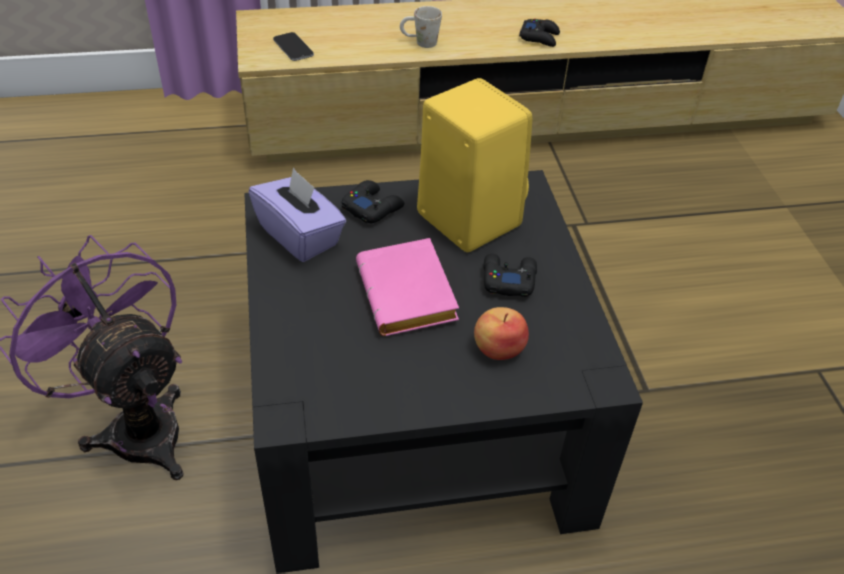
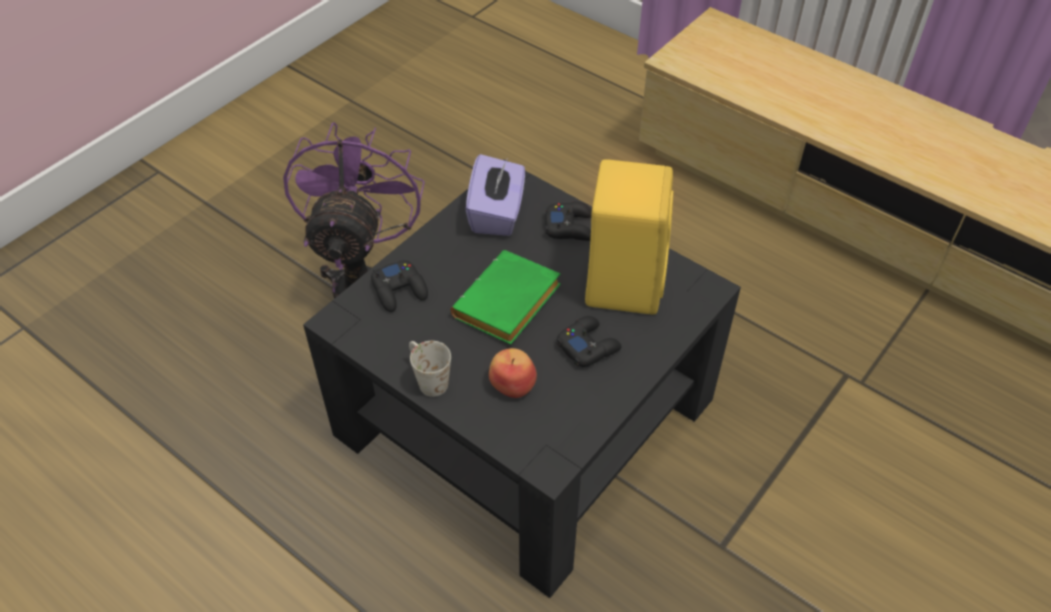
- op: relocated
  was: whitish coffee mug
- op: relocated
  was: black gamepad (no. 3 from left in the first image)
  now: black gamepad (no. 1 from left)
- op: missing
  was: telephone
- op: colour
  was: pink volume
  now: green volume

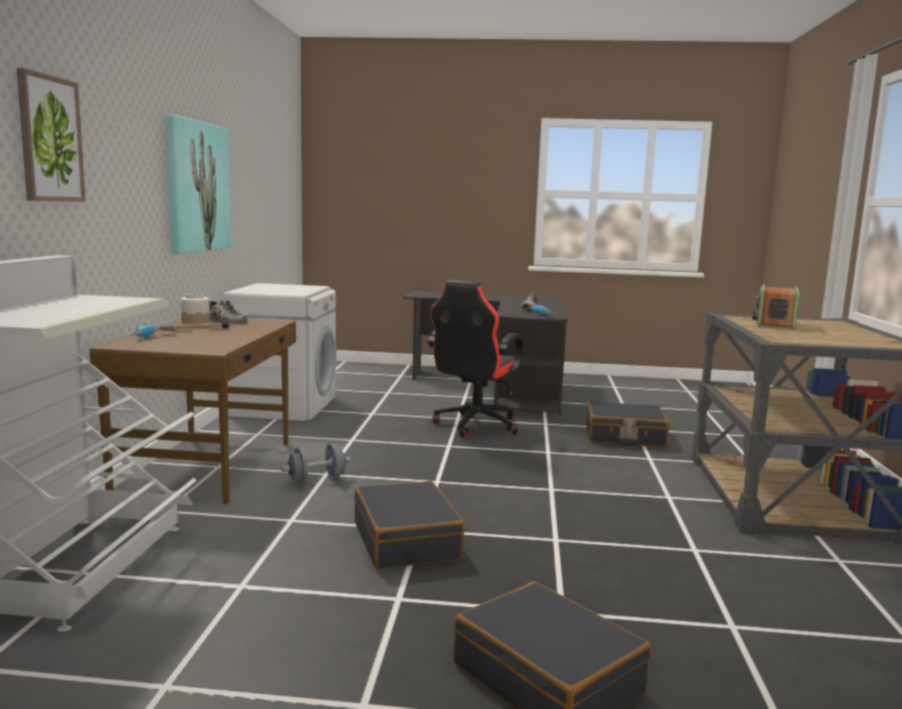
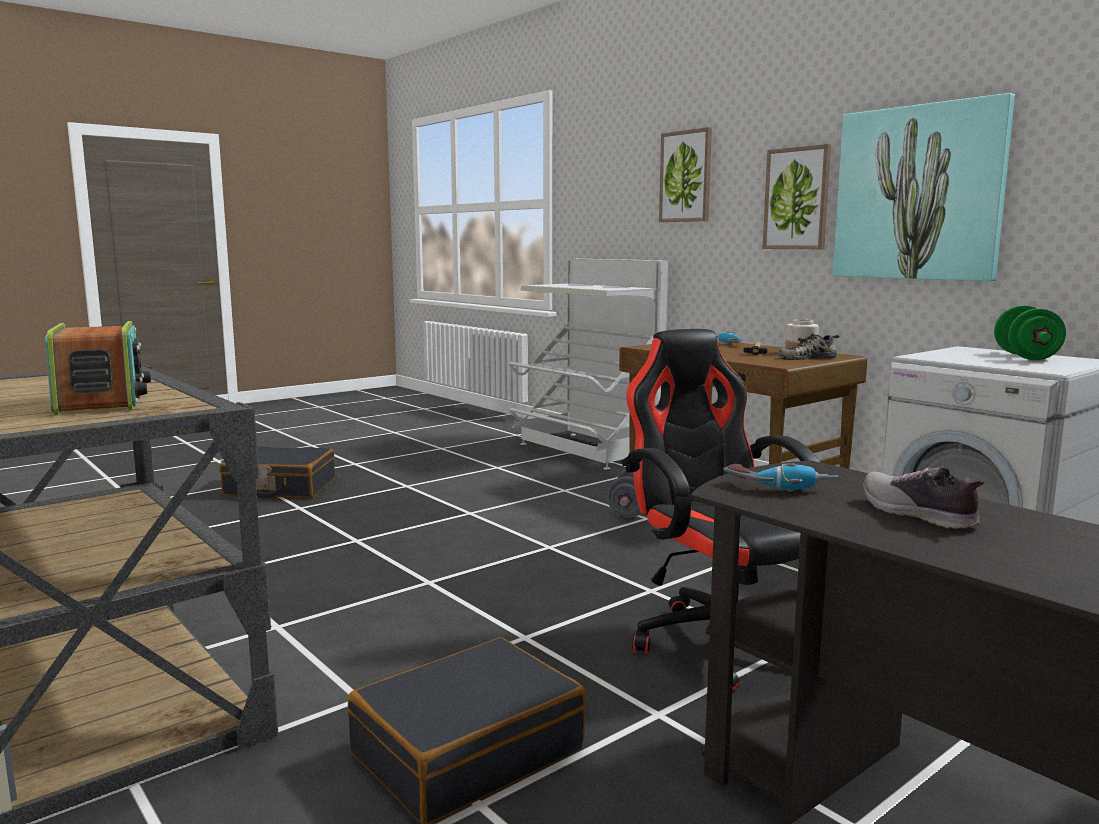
- op: missing
  was: black piece of luggage (no. 1 from left)
- op: appeared
  now: wall picture (no. 2 from left)
- op: appeared
  now: green hand weight

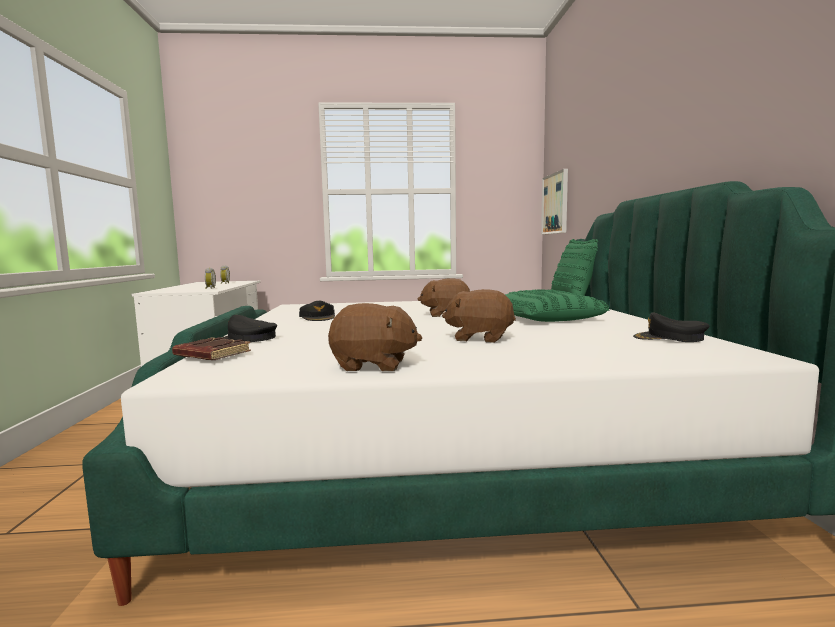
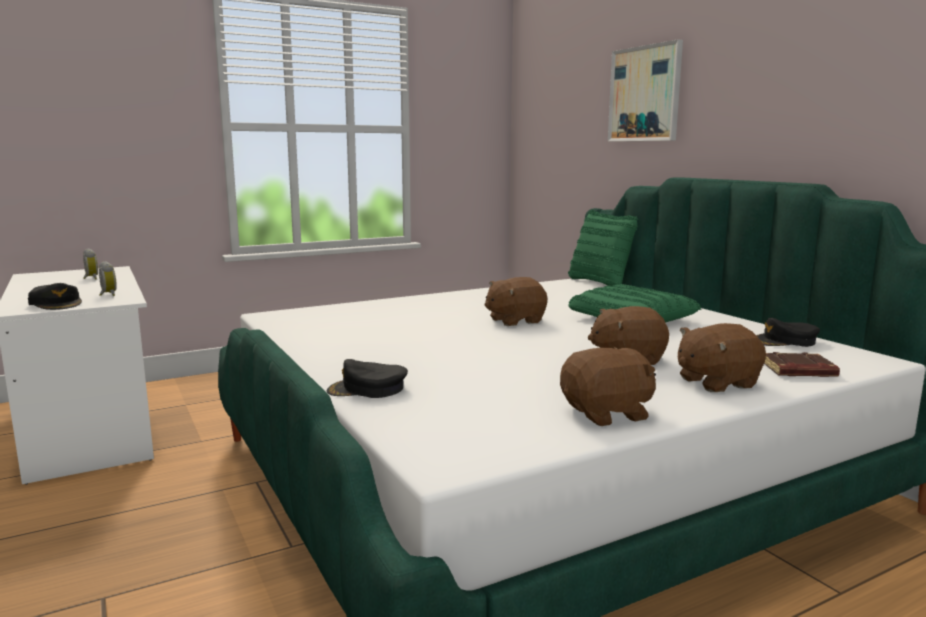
- op: relocated
  was: wall picture
- op: relocated
  was: black baseball cap (no. 2 from left in the first image)
  now: black baseball cap (no. 1 from left)
- op: relocated
  was: brownish volume
- op: appeared
  now: brownish soft toy (no. 4 from left)

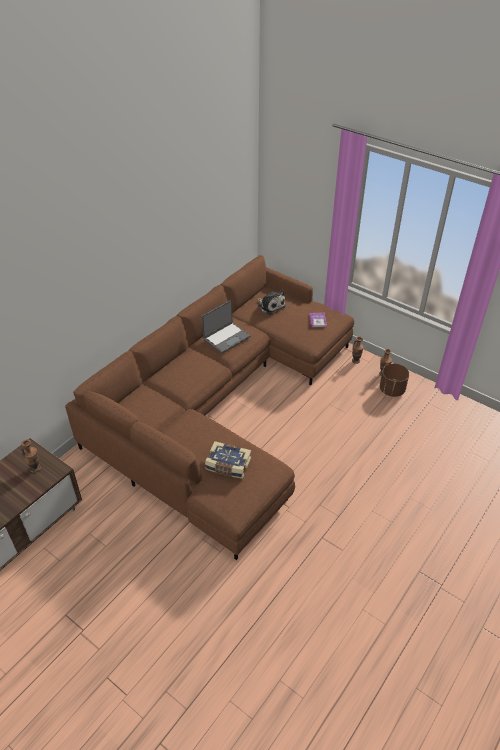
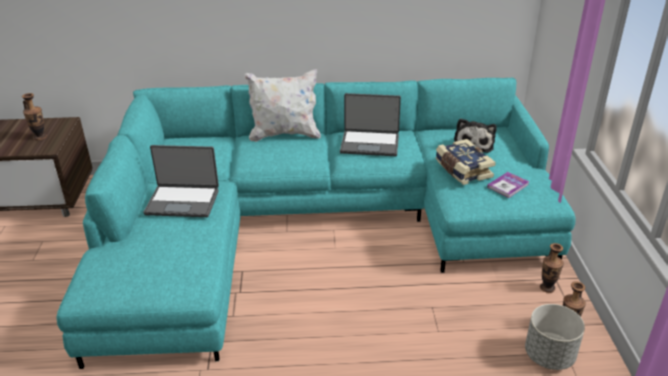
- op: colour
  was: brownish settee
  now: turquoise settee
- op: colour
  was: brownish flower pot
  now: gray flower pot
- op: relocated
  was: volume (no. 1 from left)
- op: appeared
  now: whitish pillow
- op: appeared
  now: notebook computer (no. 1 from left)

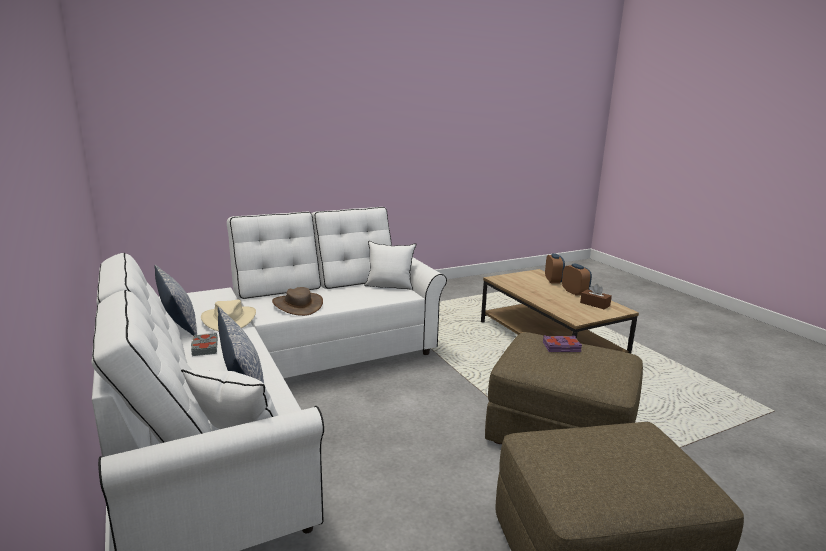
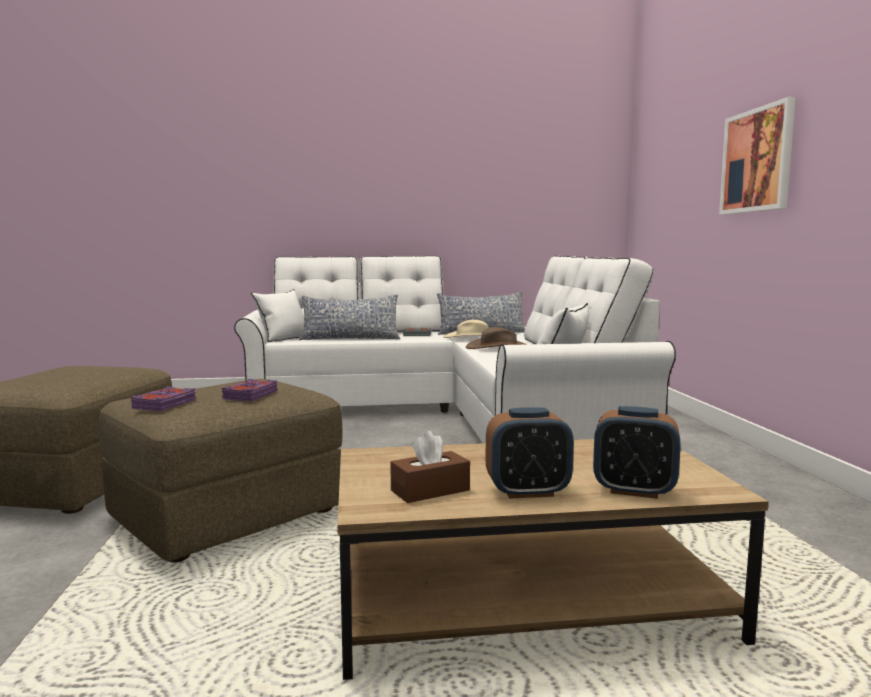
- op: appeared
  now: wall picture
- op: appeared
  now: purplish volume (no. 1 from left)

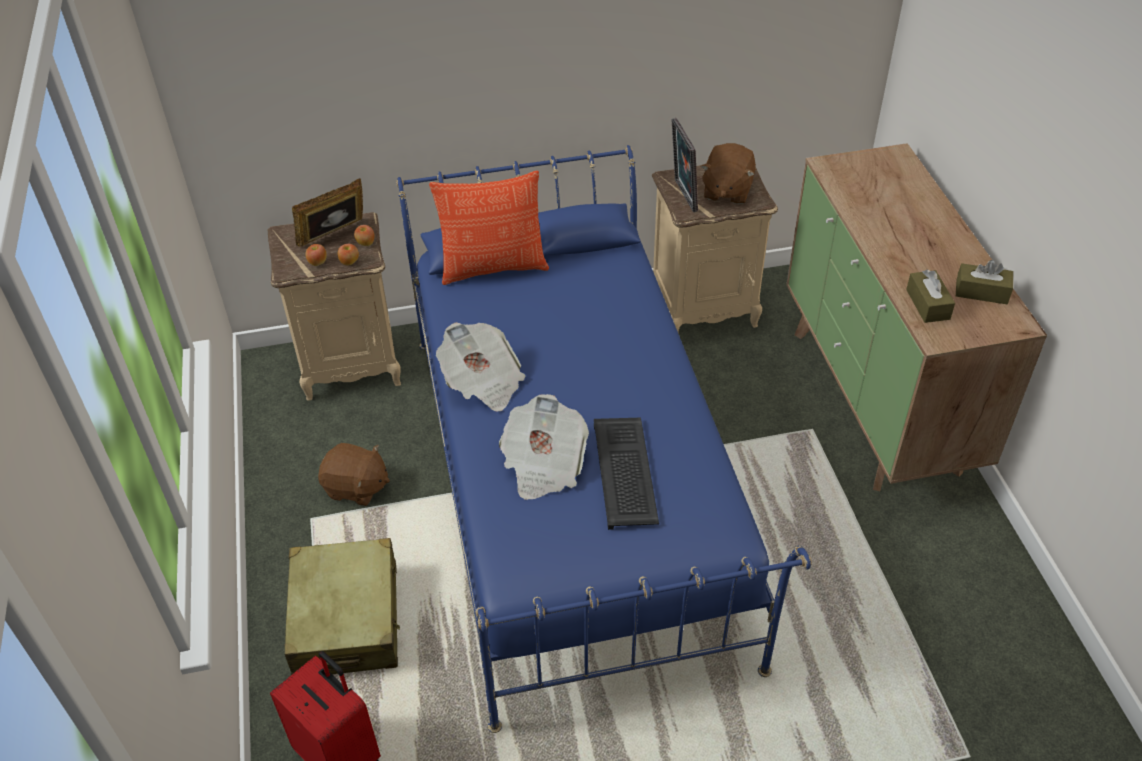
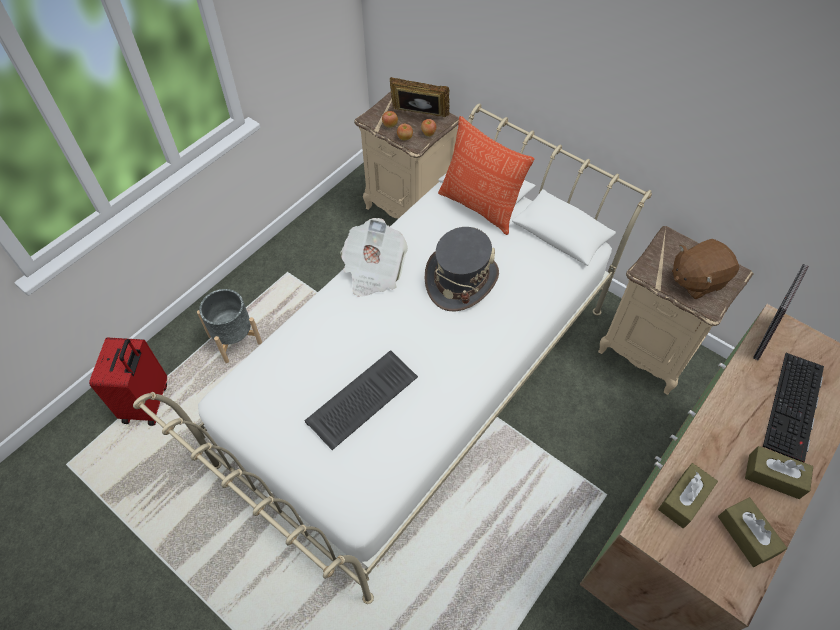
- op: relocated
  was: standing frame (no. 2 from left)
- op: colour
  was: blue-coloured bed
  now: whitish bed
- op: missing
  was: daily paper (no. 2 from left)
- op: missing
  was: brownish soft toy (no. 1 from left)
- op: exchanged
  was: sand-coloured piece of luggage
  now: gray flower pot
- op: appeared
  now: gray wearable hat
- op: appeared
  now: PC keyboard (no. 2 from left)
- op: appeared
  now: brownish tissue holder (no. 3 from left)

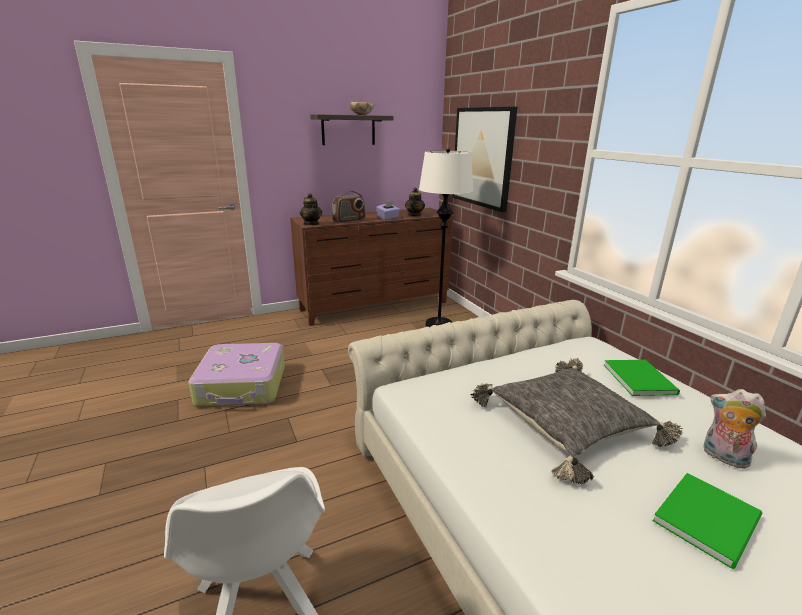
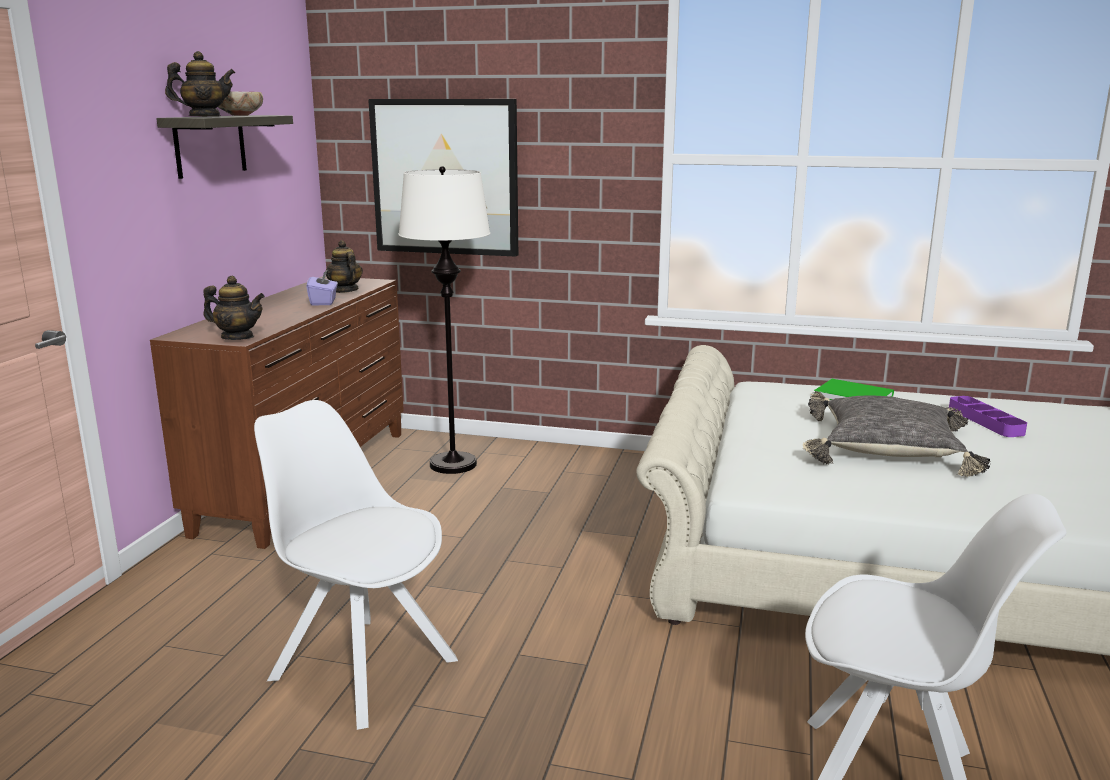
- op: missing
  was: radio
- op: exchanged
  was: piece of luggage
  now: whitish chair (no. 1 from left)
- op: exchanged
  was: soft toy
  now: purplish serving tray
- op: missing
  was: green volume (no. 2 from left)
- op: appeared
  now: pot for tea (no. 1 from left)

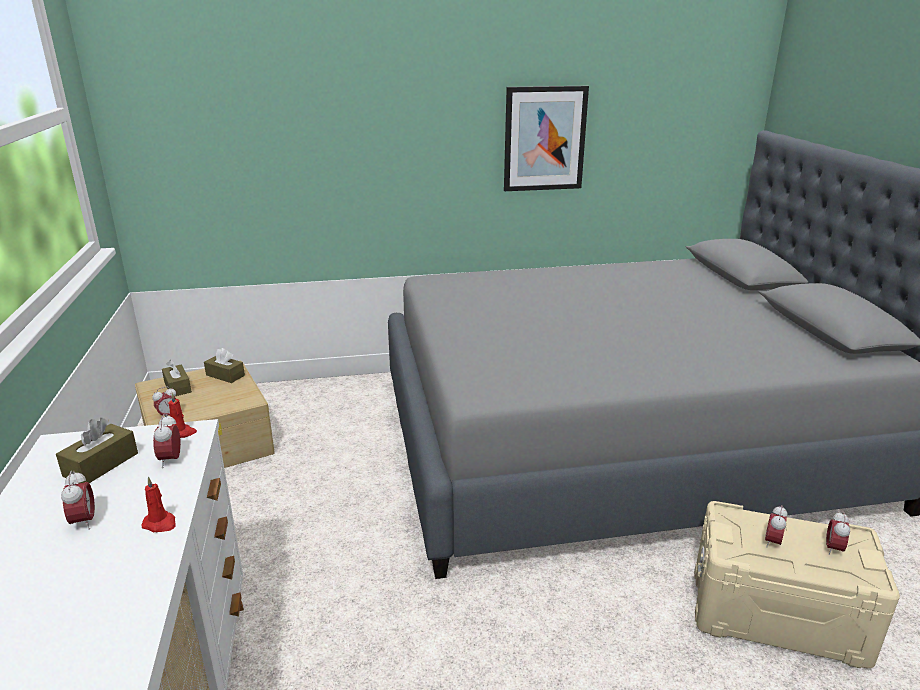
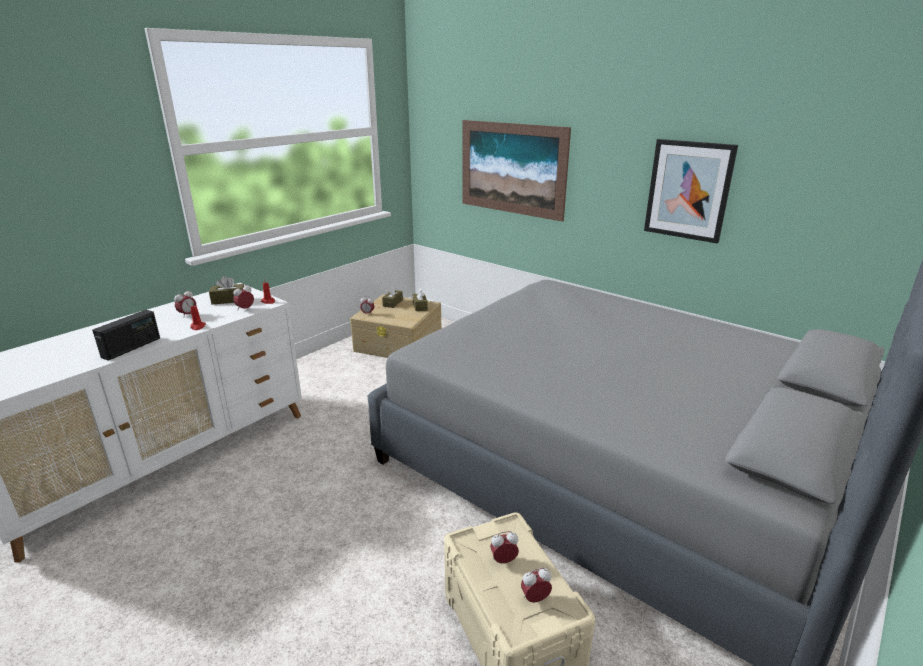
- op: appeared
  now: wall picture (no. 1 from left)
- op: appeared
  now: radio

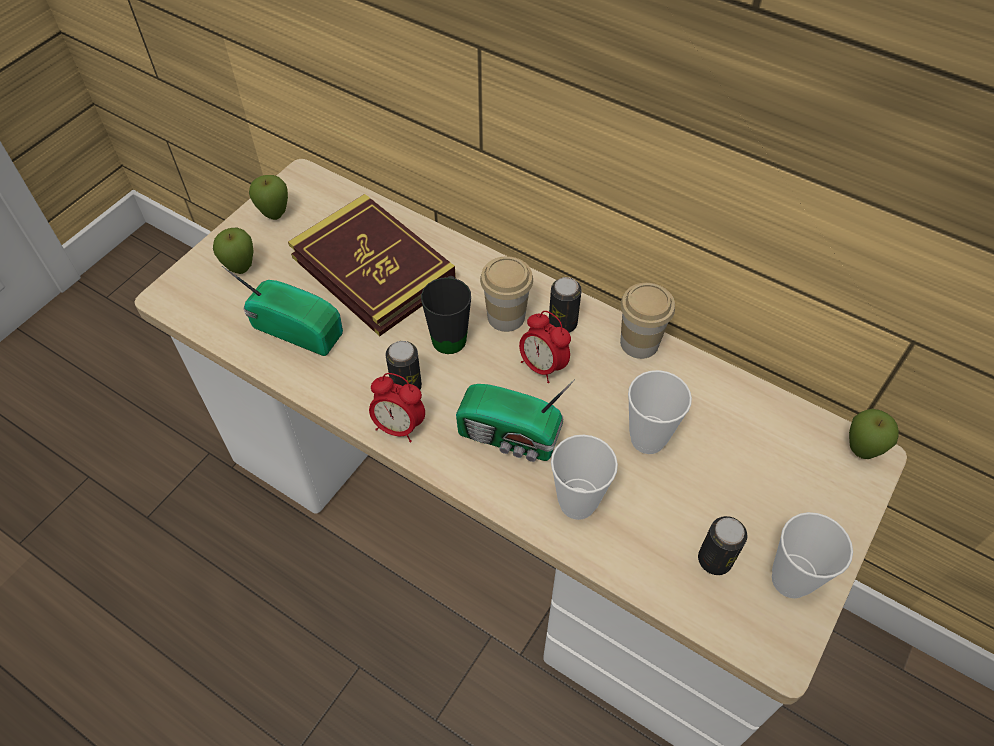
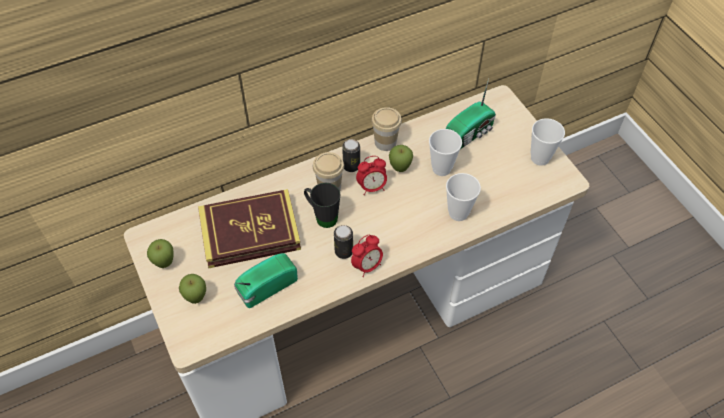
- op: relocated
  was: radio (no. 2 from left)
- op: relocated
  was: apple fruit (no. 3 from left)
- op: missing
  was: can (no. 3 from left)

